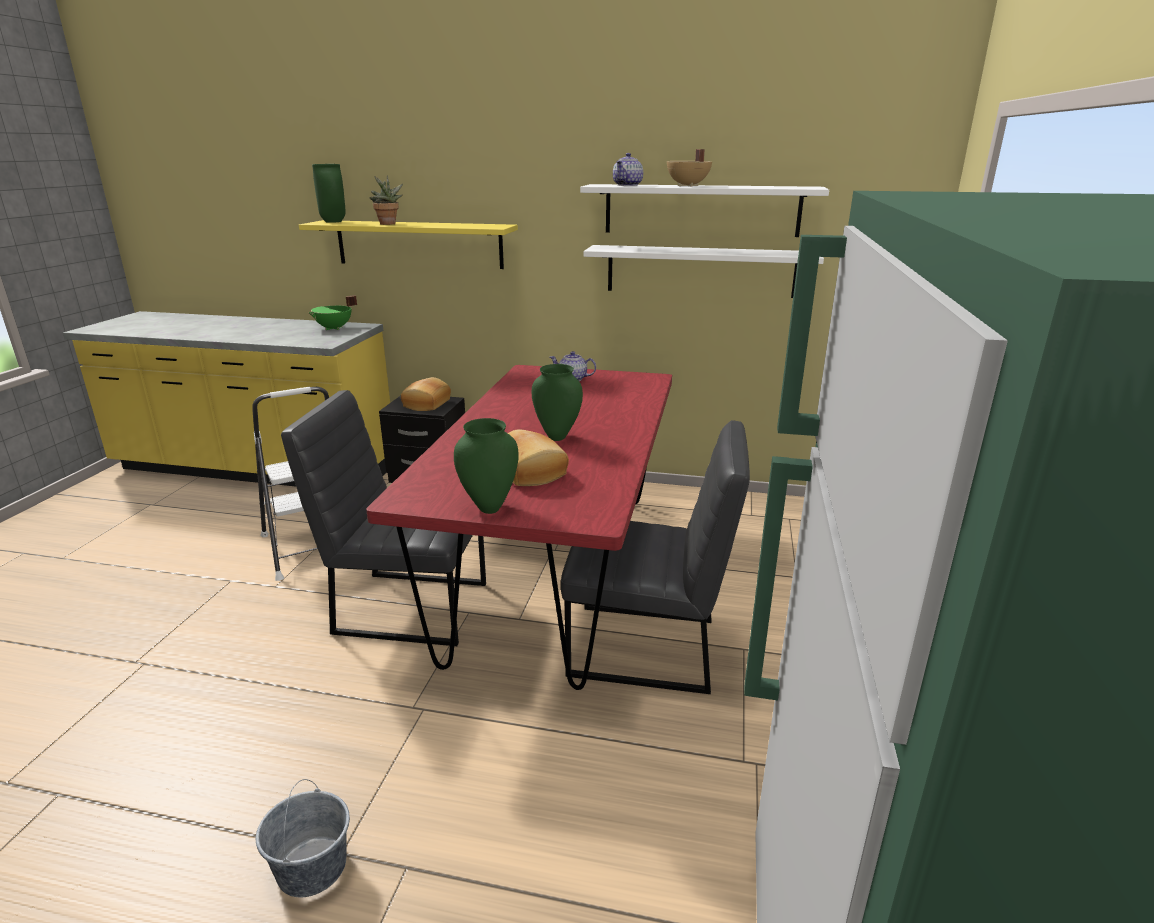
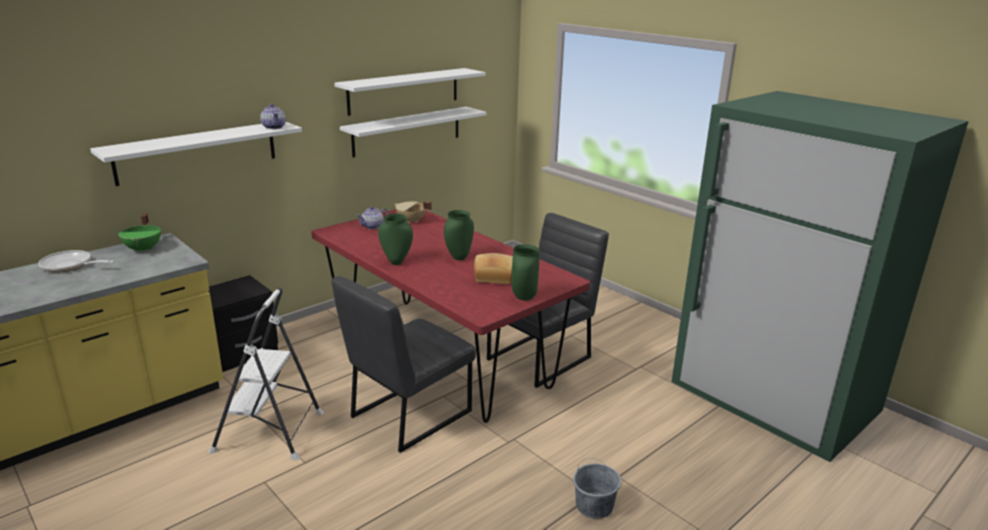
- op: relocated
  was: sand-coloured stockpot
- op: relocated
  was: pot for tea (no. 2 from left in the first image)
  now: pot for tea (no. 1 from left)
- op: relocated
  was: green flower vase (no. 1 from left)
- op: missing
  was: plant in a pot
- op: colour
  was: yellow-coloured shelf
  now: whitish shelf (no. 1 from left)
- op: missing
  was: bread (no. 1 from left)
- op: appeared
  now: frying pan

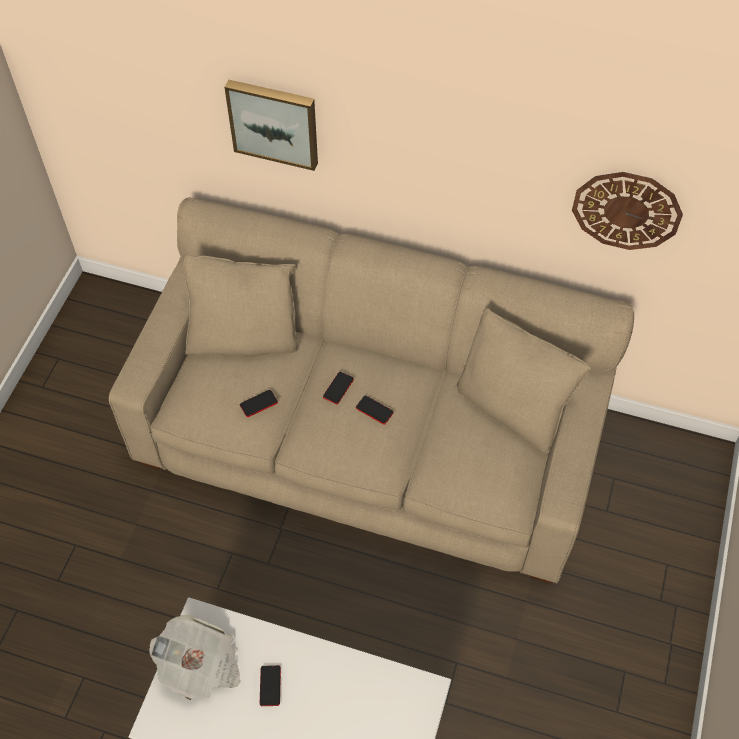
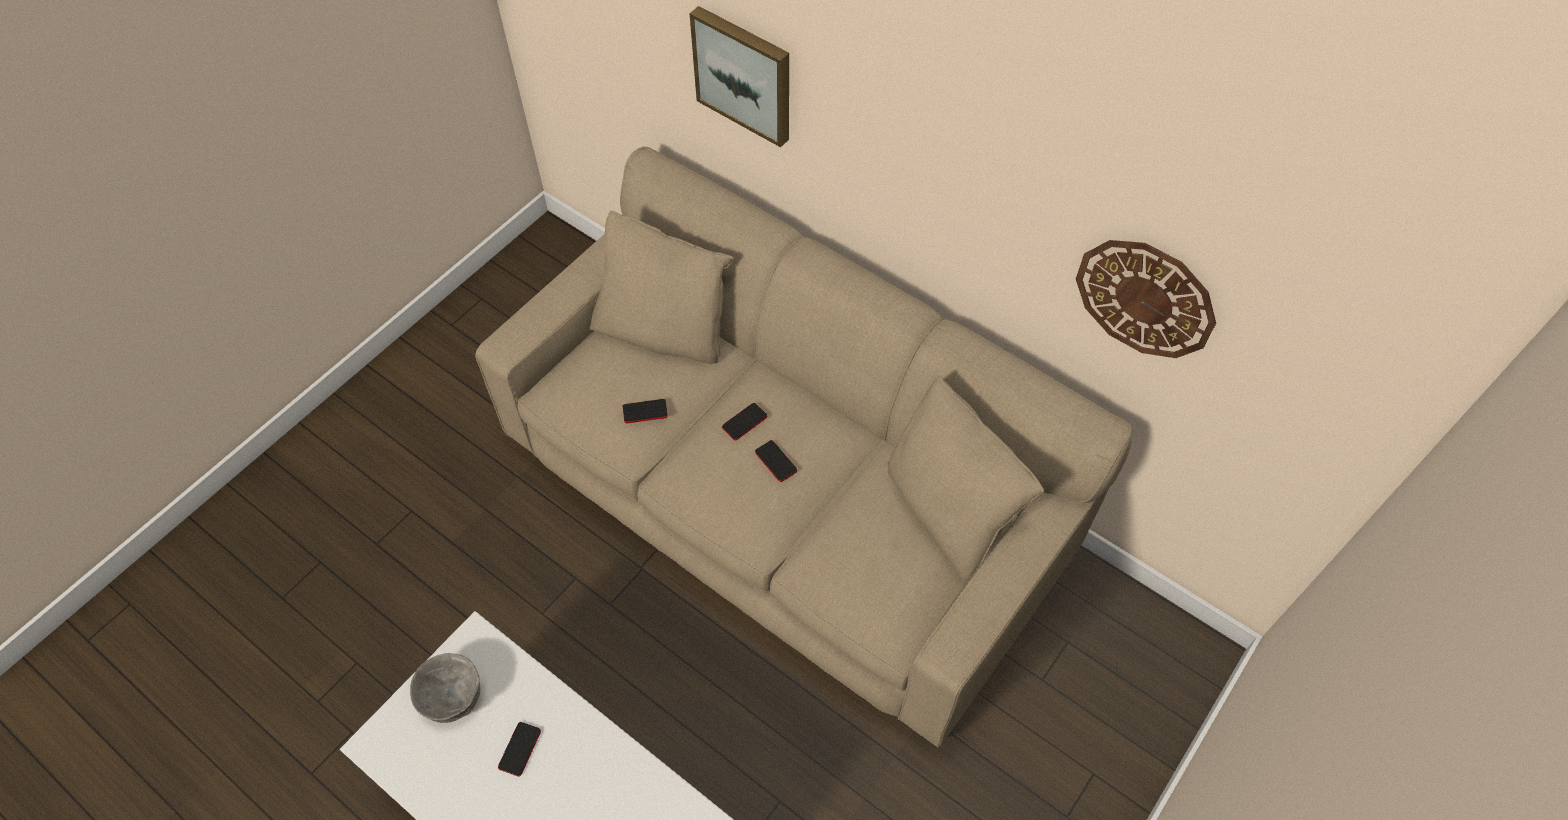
- op: exchanged
  was: daily paper
  now: gray deep dish

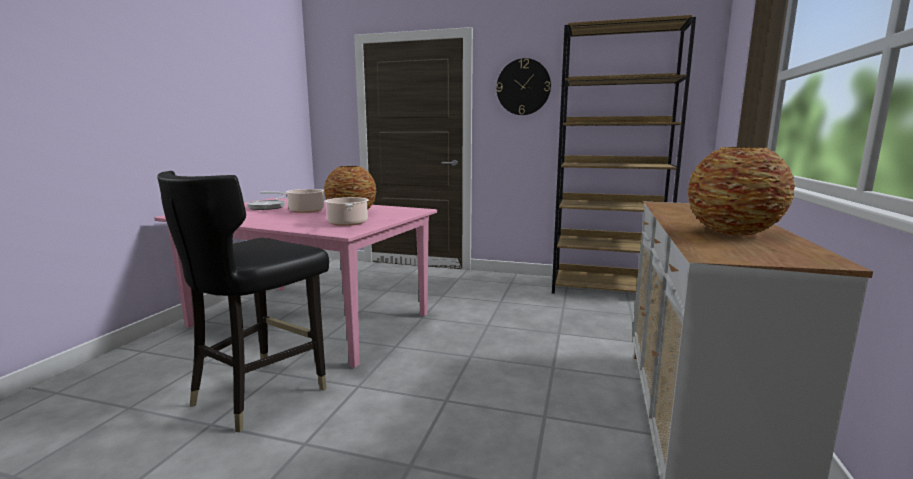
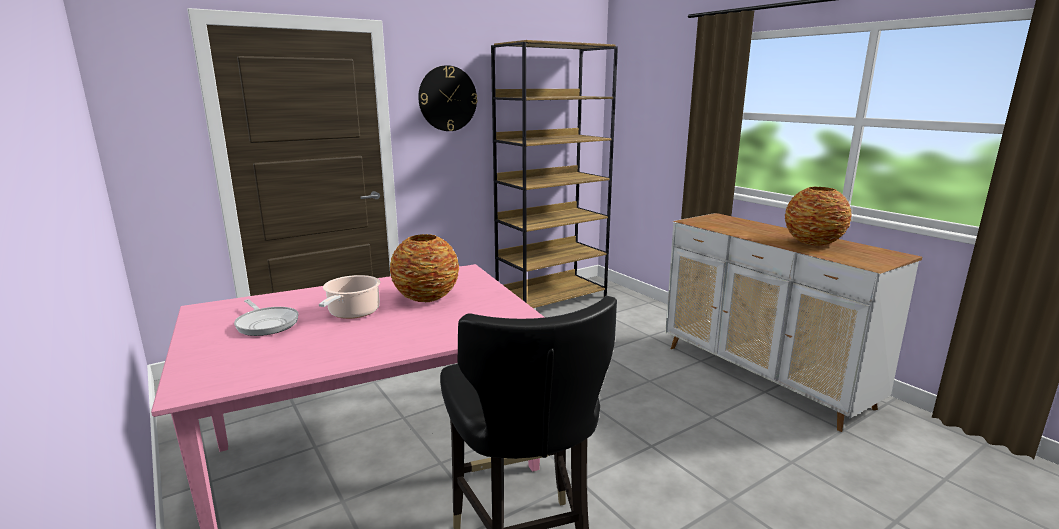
- op: missing
  was: stockpot (no. 2 from left)

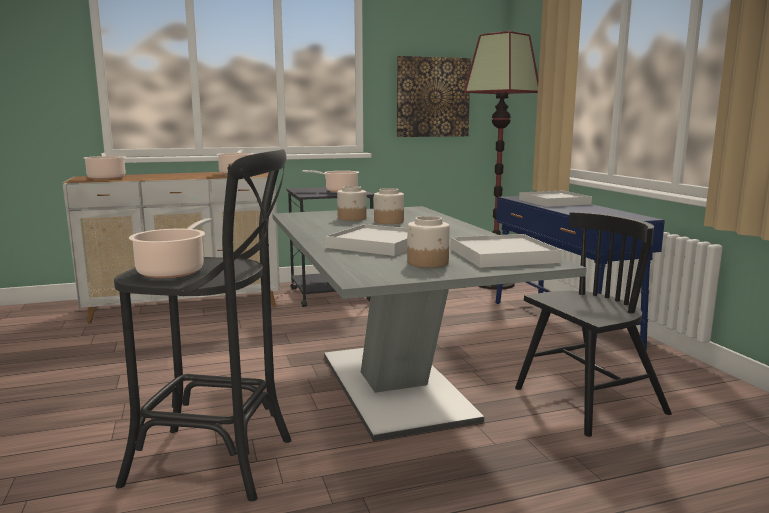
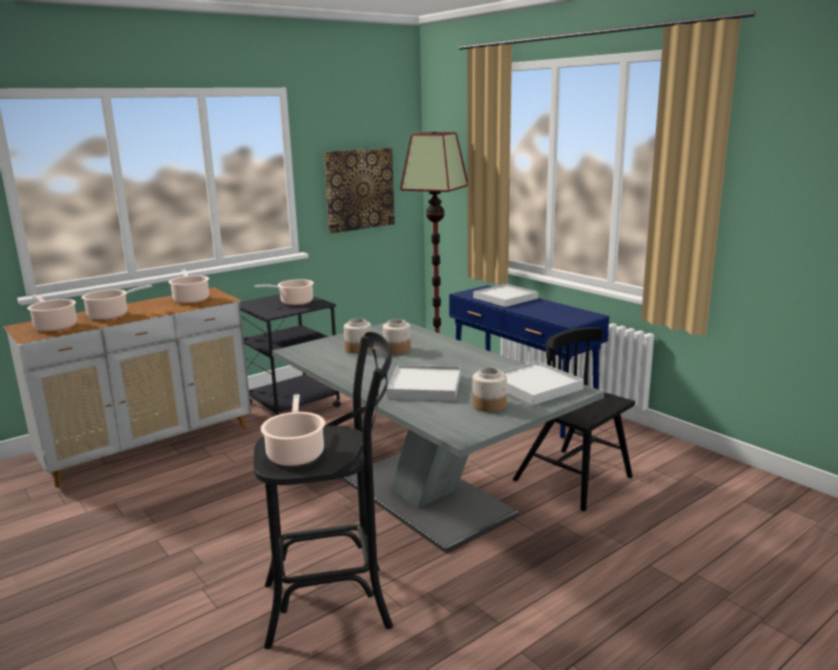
- op: spun
  was: black chair
  clockwise: -90
- op: appeared
  now: stockpot (no. 2 from left)

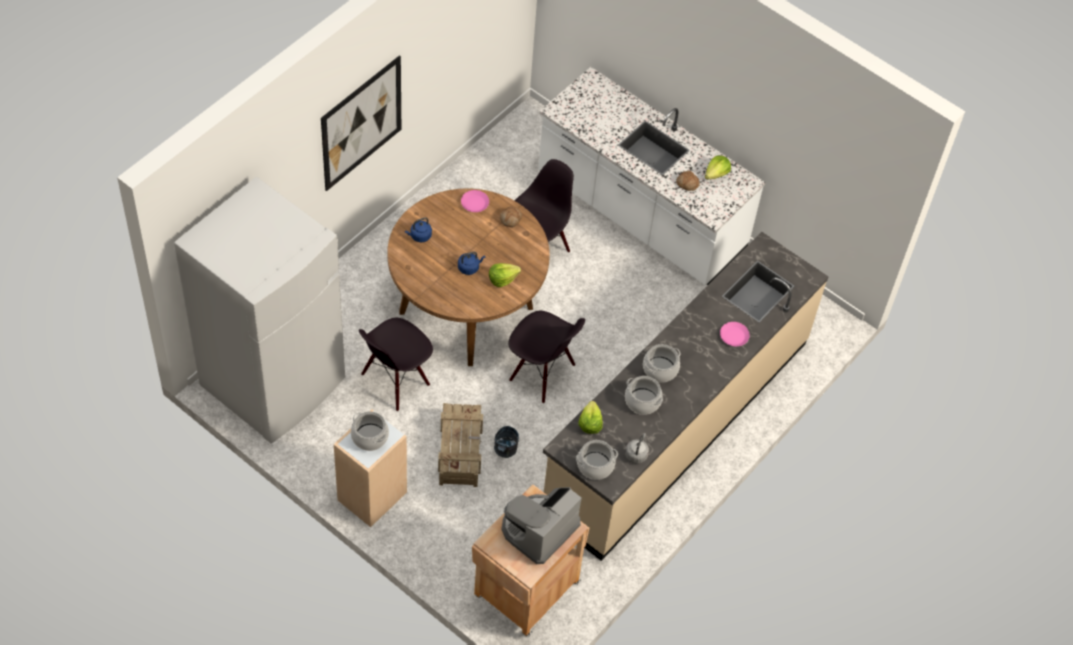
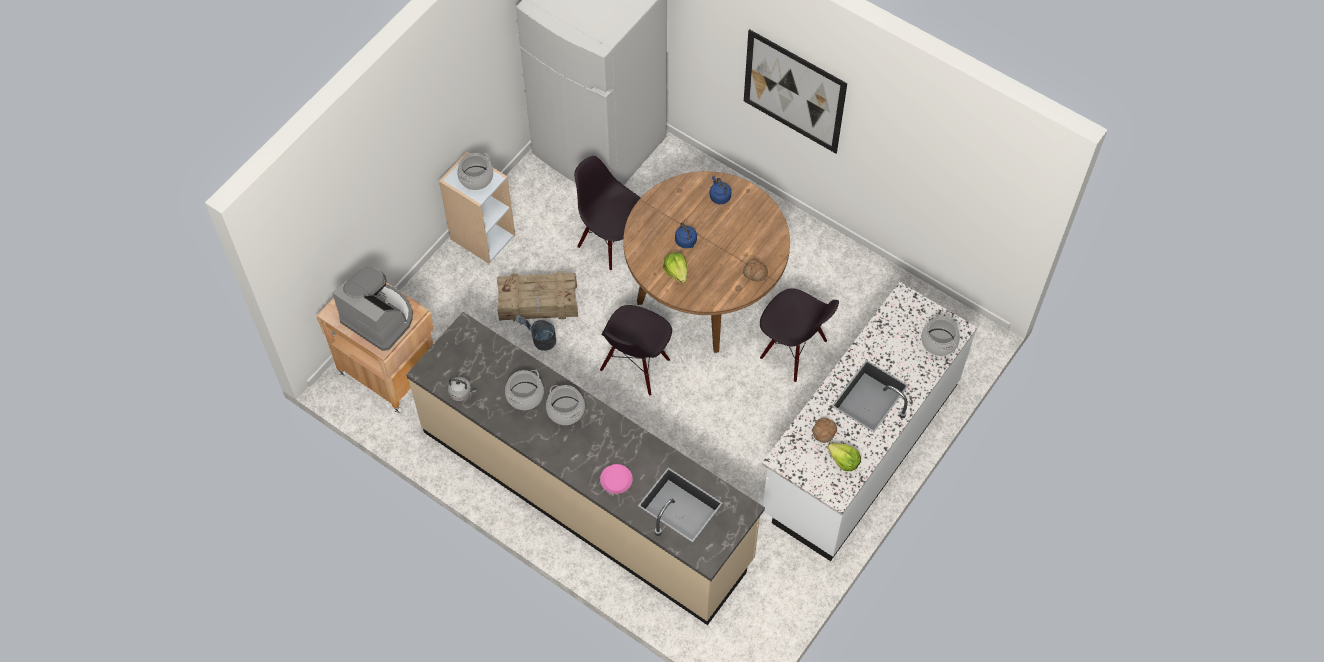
- op: missing
  was: pink plate (no. 1 from left)
- op: missing
  was: head of lettuce (no. 2 from left)
- op: relocated
  was: stockpot (no. 2 from left in the first image)
  now: stockpot (no. 4 from left)

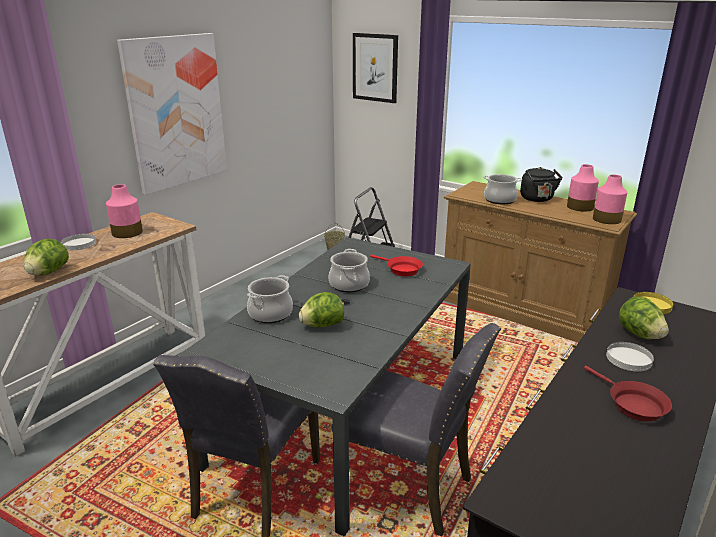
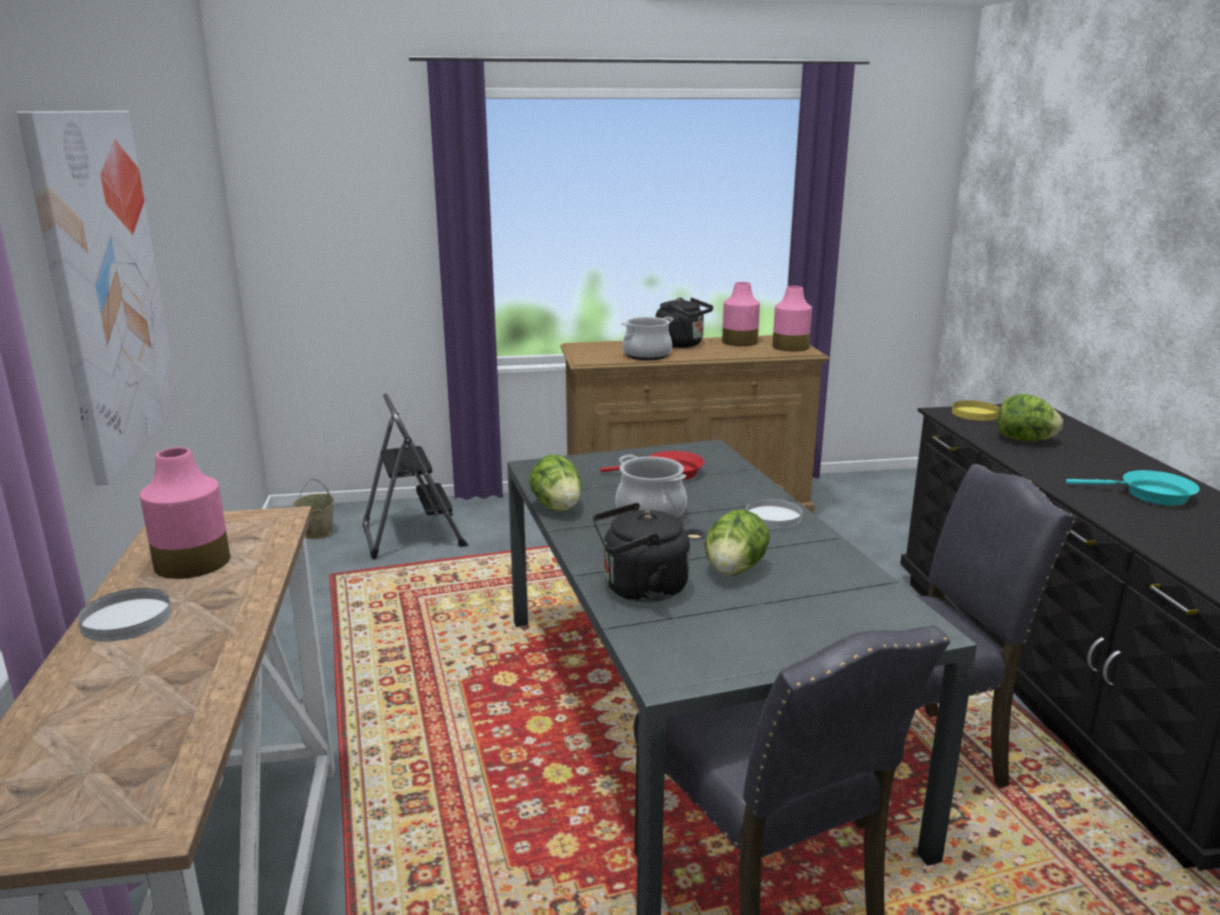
- op: missing
  was: wall picture (no. 2 from left)
- op: relocated
  was: head of lettuce (no. 1 from left)
- op: exchanged
  was: stockpot (no. 1 from left)
  now: black water kettle (no. 1 from left)
- op: relocated
  was: whitish plate (no. 2 from left)
- op: colour
  was: reddish frying pan (no. 2 from left)
  now: turquoise frying pan

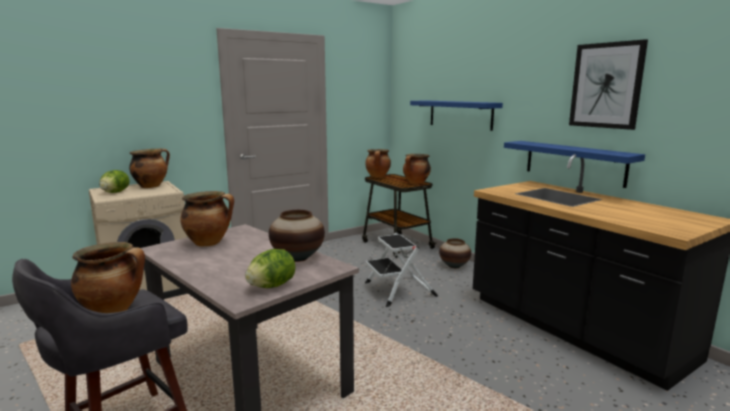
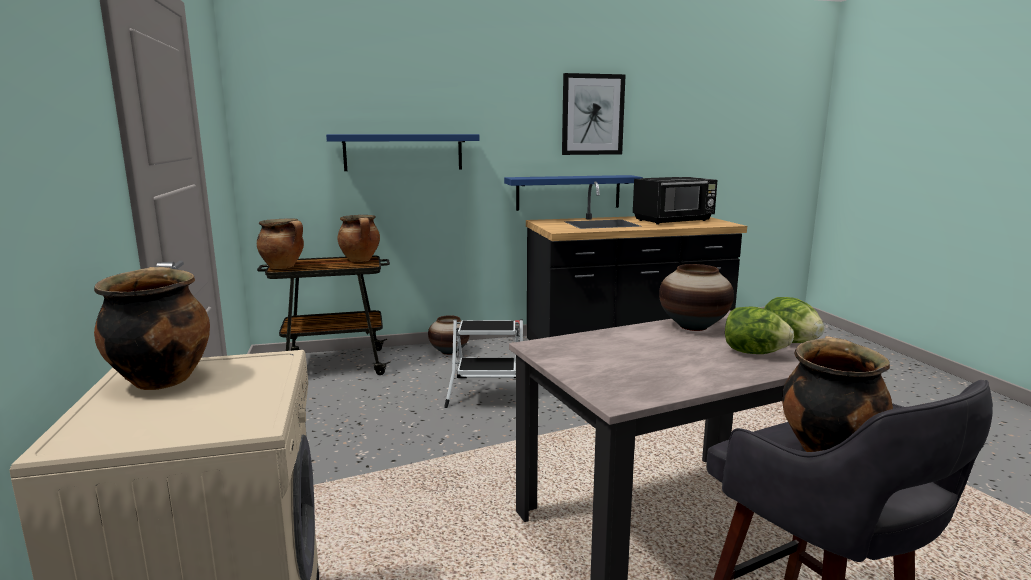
- op: relocated
  was: head of lettuce (no. 1 from left)
- op: missing
  was: stockpot (no. 3 from left)
- op: appeared
  now: black microwave

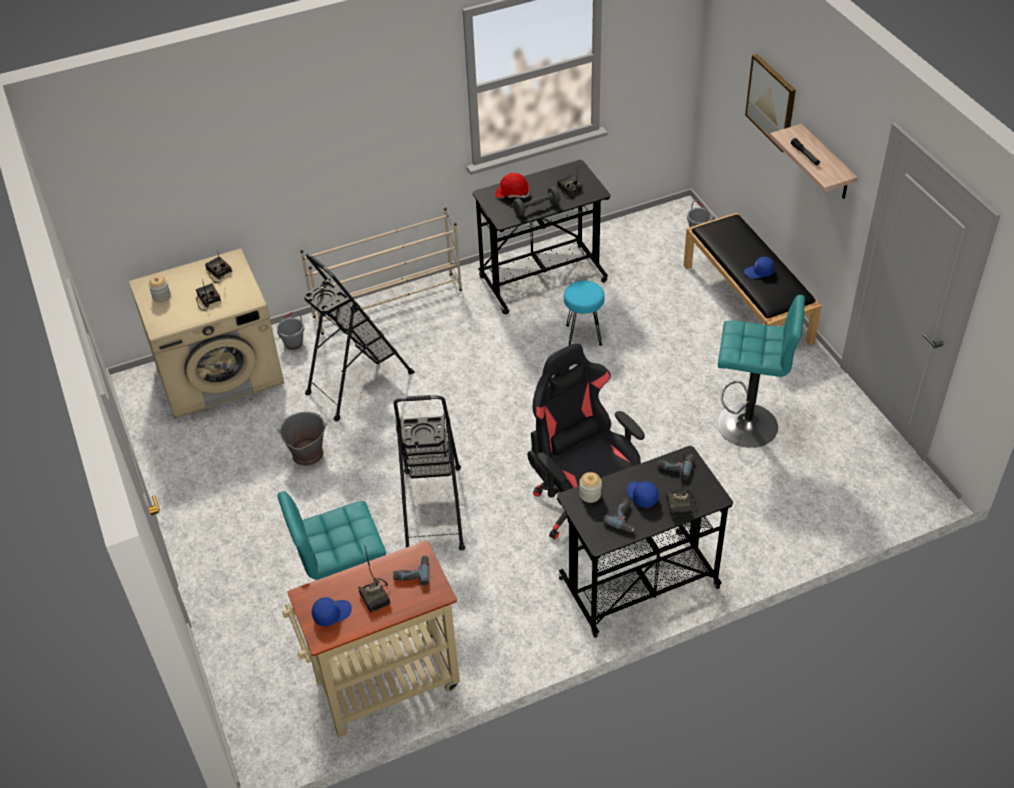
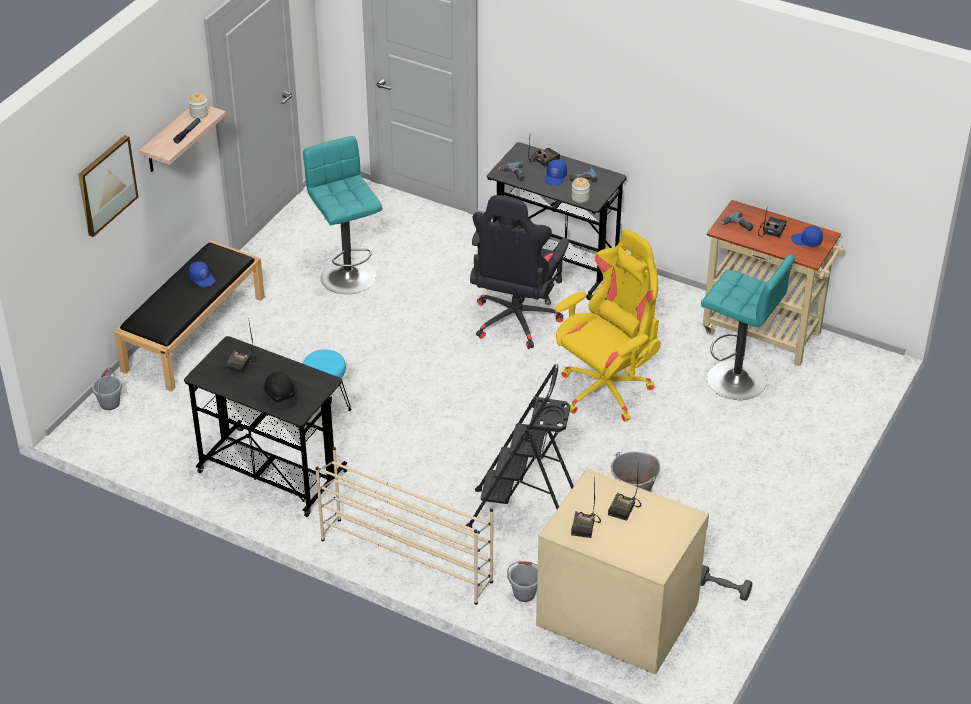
- op: colour
  was: reddish work helmet
  now: black work helmet
- op: relocated
  was: gray hand weight
- op: relocated
  was: preserve jar (no. 1 from left)
- op: exchanged
  was: stepladder (no. 2 from left)
  now: yellow-coloured computer chair

